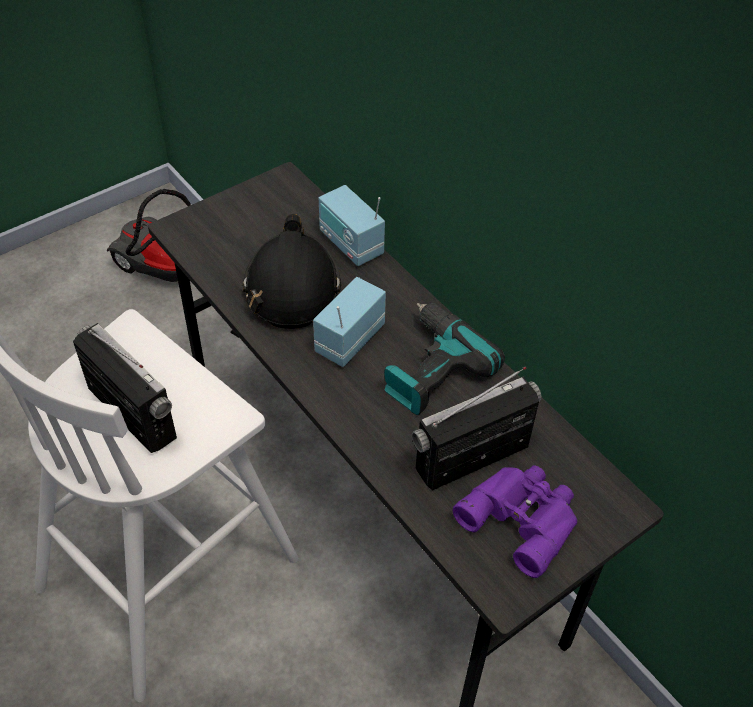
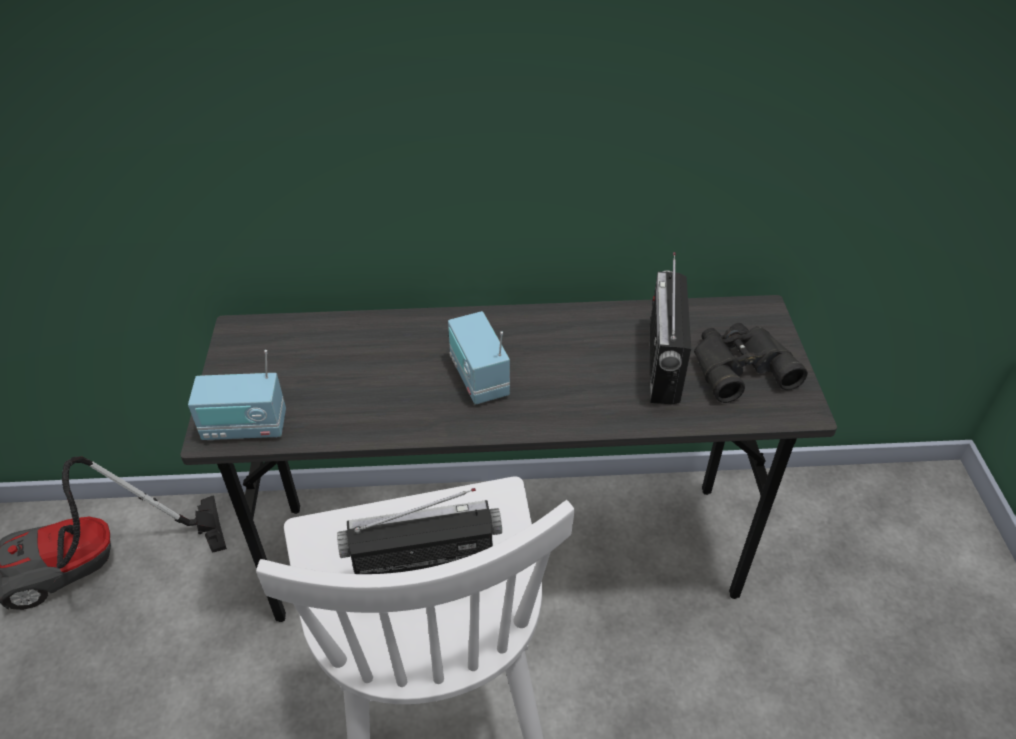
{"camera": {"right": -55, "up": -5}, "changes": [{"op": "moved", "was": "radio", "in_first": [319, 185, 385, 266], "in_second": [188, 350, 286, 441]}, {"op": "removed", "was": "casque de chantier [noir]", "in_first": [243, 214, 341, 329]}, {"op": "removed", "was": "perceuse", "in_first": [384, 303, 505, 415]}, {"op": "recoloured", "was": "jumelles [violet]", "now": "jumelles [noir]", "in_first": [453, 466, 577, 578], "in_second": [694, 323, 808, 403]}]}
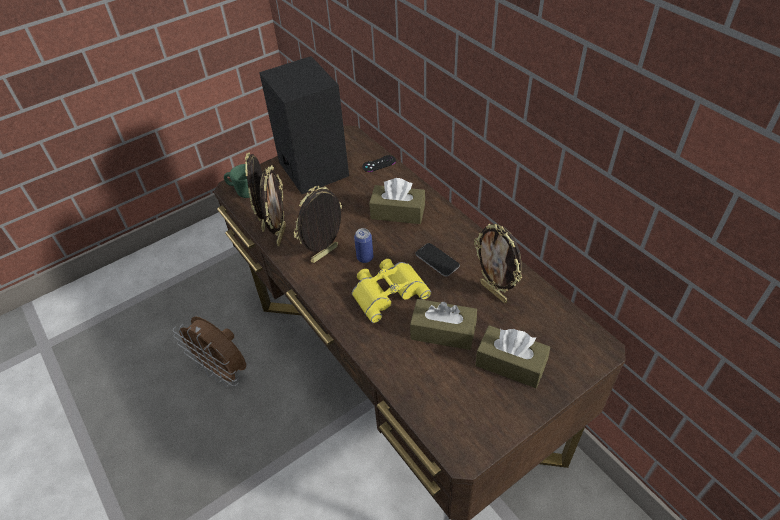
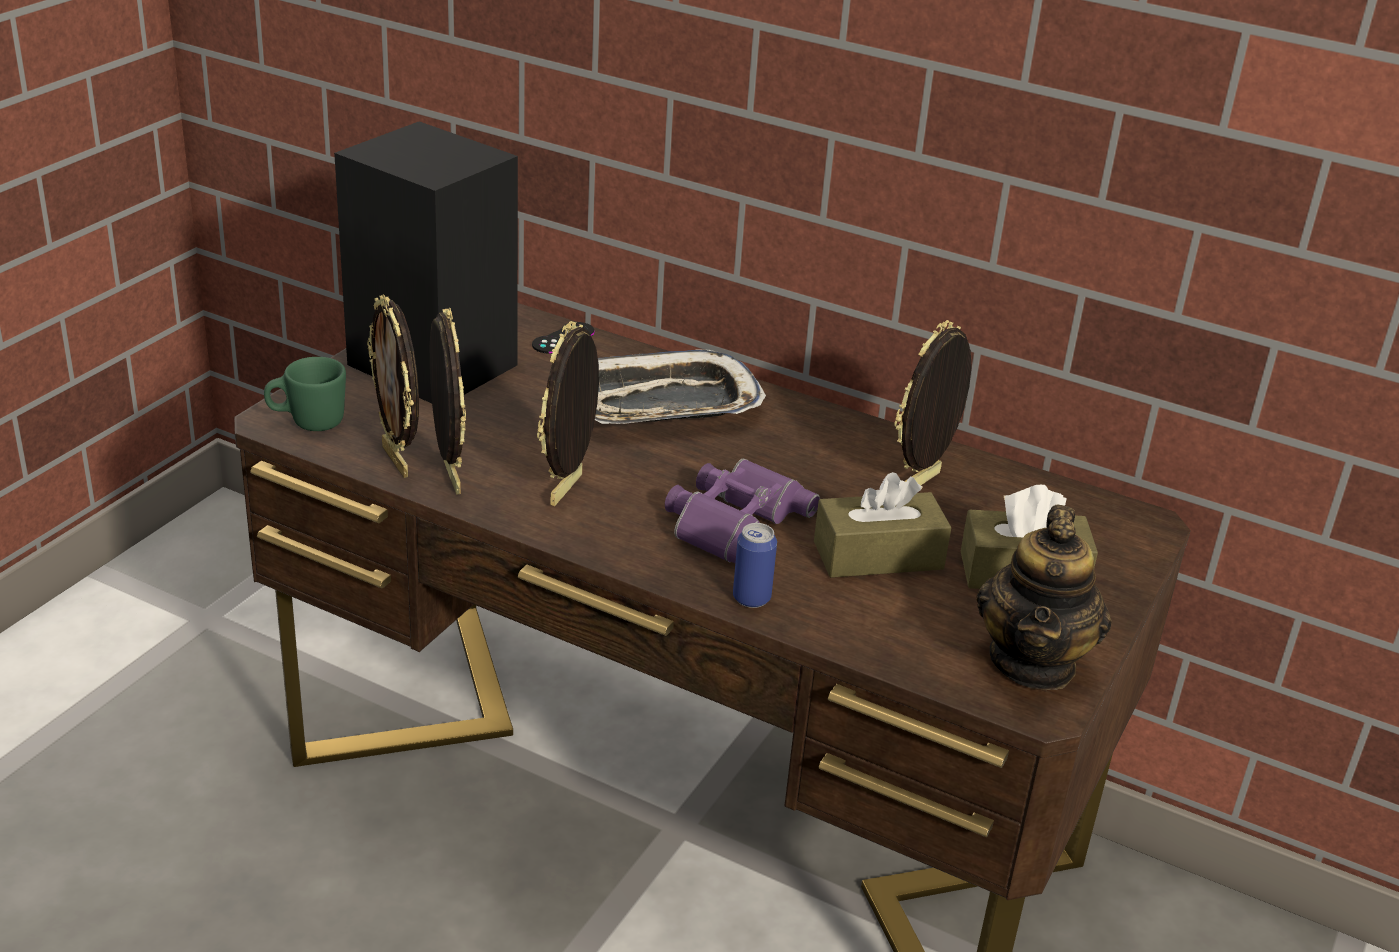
{"camera": {"right": -30, "up": -15}, "changes": [{"op": "replaced", "was": "boîte à mouchoirs [marron]", "now": "plateau", "in_first": [369, 178, 425, 224], "in_second": [595, 350, 766, 424]}, {"op": "turned", "was": "cadre photo", "in_first": [474, 223, 522, 303], "in_second": [894, 320, 972, 485], "clockwise": 105}, {"op": "moved", "was": "boîte métallique", "in_first": [354, 228, 373, 263], "in_second": [733, 523, 777, 608]}, {"op": "removed", "was": "téléphone", "in_first": [415, 243, 460, 276]}, {"op": "recoloured", "was": "jumelles [jaune]", "now": "jumelles [violet]", "in_first": [352, 259, 431, 323], "in_second": [665, 458, 820, 563]}, {"op": "removed", "was": "ventilateur [marron]", "in_first": [173, 316, 246, 387]}, {"op": "added", "now": "théière", "in_second": [976, 505, 1112, 690]}]}
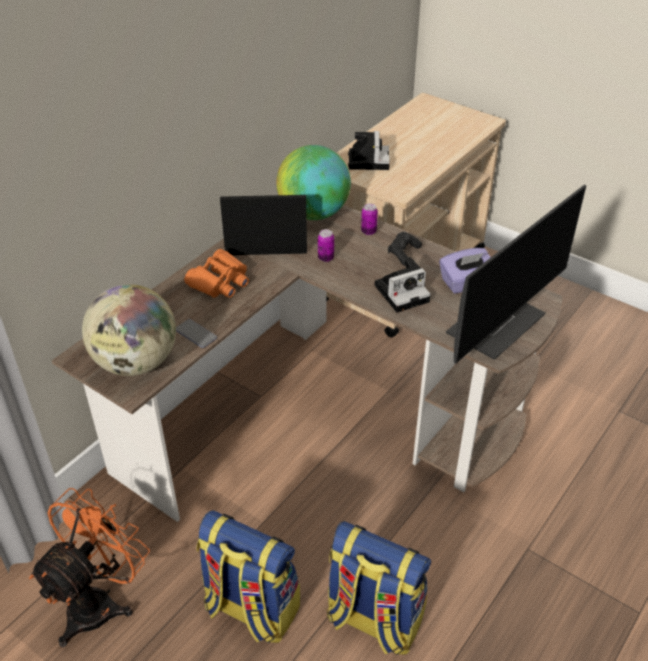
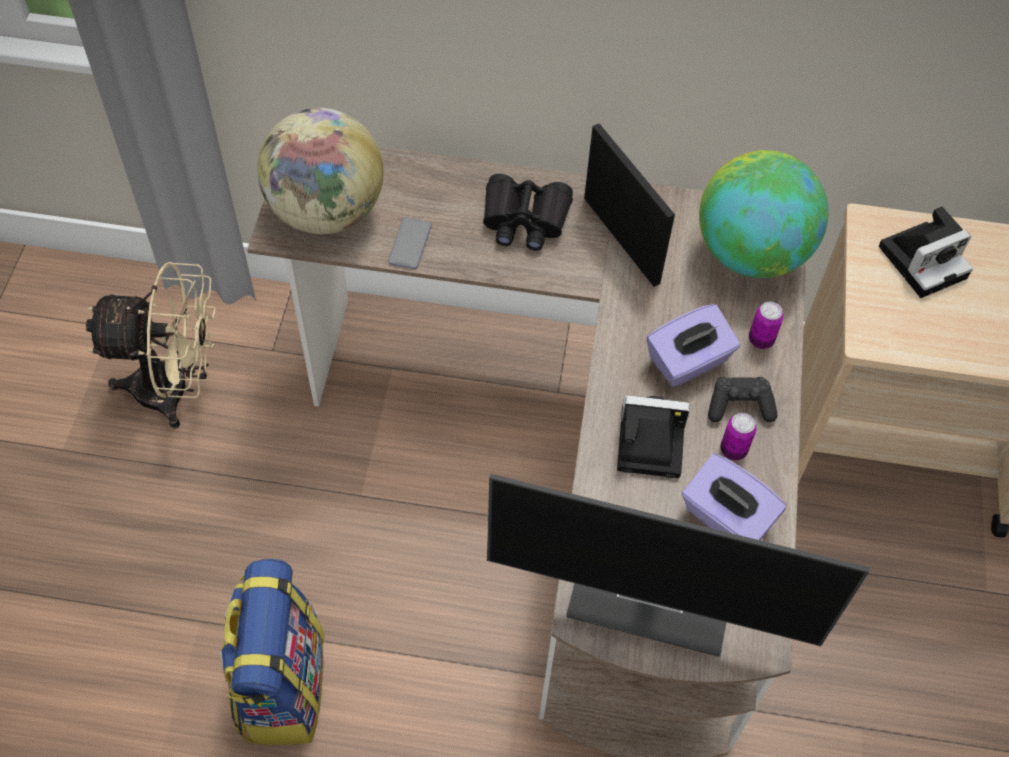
{"camera": {"right": 60, "up": 15}, "changes": [{"op": "moved", "was": "boîte métallique", "in_first": [318, 229, 334, 262], "in_second": [720, 413, 756, 460]}, {"op": "recoloured", "was": "jumelles [orange]", "now": "jumelles [noir]", "in_first": [184, 249, 249, 298], "in_second": [483, 174, 573, 251]}, {"op": "turned", "was": "appareil photo", "in_first": [375, 257, 431, 313], "in_second": [617, 395, 690, 478], "clockwise": 150}, {"op": "recoloured", "was": "ventilateur [orange]", "now": "ventilateur [beige]", "in_first": [29, 488, 150, 647], "in_second": [86, 262, 216, 429]}, {"op": "removed", "was": "sac à dos", "in_first": [196, 510, 300, 643]}, {"op": "added", "now": "boîte à mouchoirs [violet]", "in_second": [647, 304, 740, 387]}]}
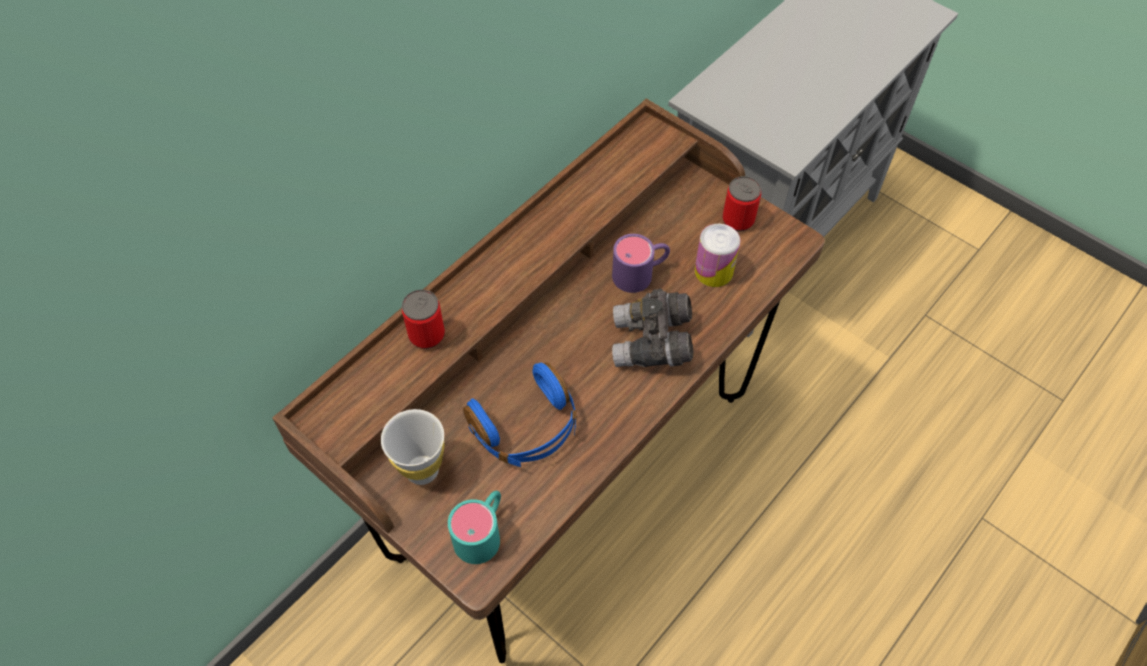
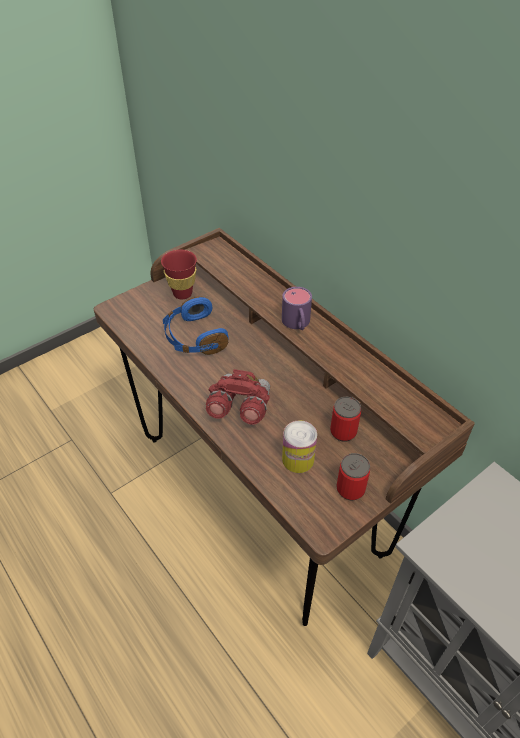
{"camera": {"right": 100, "up": -10}, "changes": [{"op": "moved", "was": "mug [violet]", "in_first": [612, 234, 670, 293], "in_second": [282, 287, 312, 330]}, {"op": "recoloured", "was": "jumelles [gris]", "now": "jumelles [rouge]", "in_first": [612, 289, 694, 367], "in_second": [206, 369, 270, 425]}, {"op": "moved", "was": "boîte métallique", "in_first": [402, 290, 445, 349], "in_second": [330, 397, 361, 442]}, {"op": "recoloured", "was": "tasse [blanc]", "now": "tasse [rouge]", "in_first": [381, 409, 445, 485], "in_second": [161, 250, 197, 299]}, {"op": "removed", "was": "mug [turquoise]", "in_first": [448, 491, 501, 564]}]}
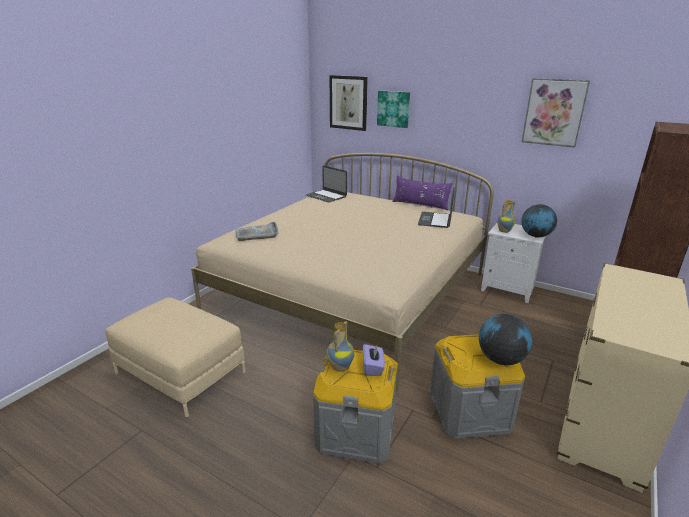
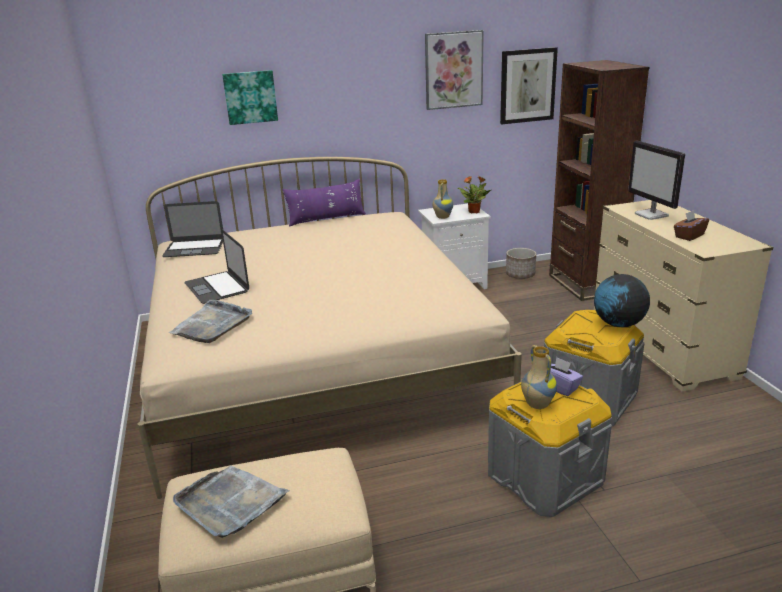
{"camera": {"right": -45, "up": 0}, "changes": [{"op": "moved", "was": "tableau", "in_first": [330, 75, 368, 131], "in_second": [500, 47, 558, 124]}, {"op": "moved", "was": "ordinateur portable", "in_first": [418, 188, 455, 228], "in_second": [184, 230, 249, 304]}, {"op": "replaced", "was": "globe", "now": "plante en pot", "in_first": [521, 204, 557, 238], "in_second": [458, 176, 491, 213]}, {"op": "added", "now": "écran d'ordinateur", "in_second": [628, 140, 685, 220]}, {"op": "added", "now": "boîte à mouchoirs [marron]", "in_second": [674, 210, 709, 241]}, {"op": "added", "now": "cache-pot", "in_second": [506, 248, 536, 279]}, {"op": "added", "now": "plateau [gris]", "in_second": [173, 466, 290, 538]}]}
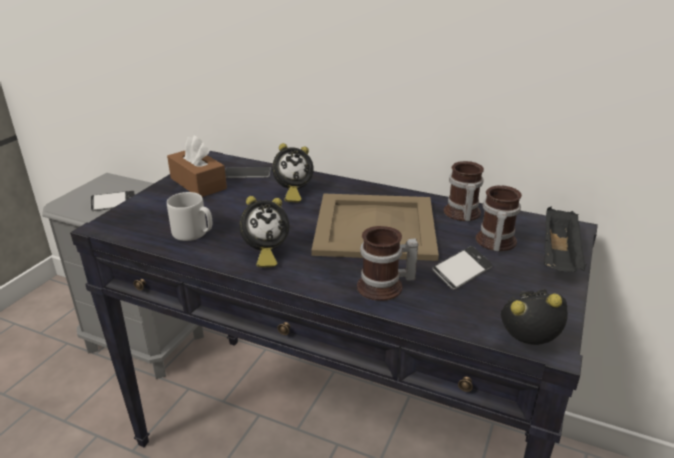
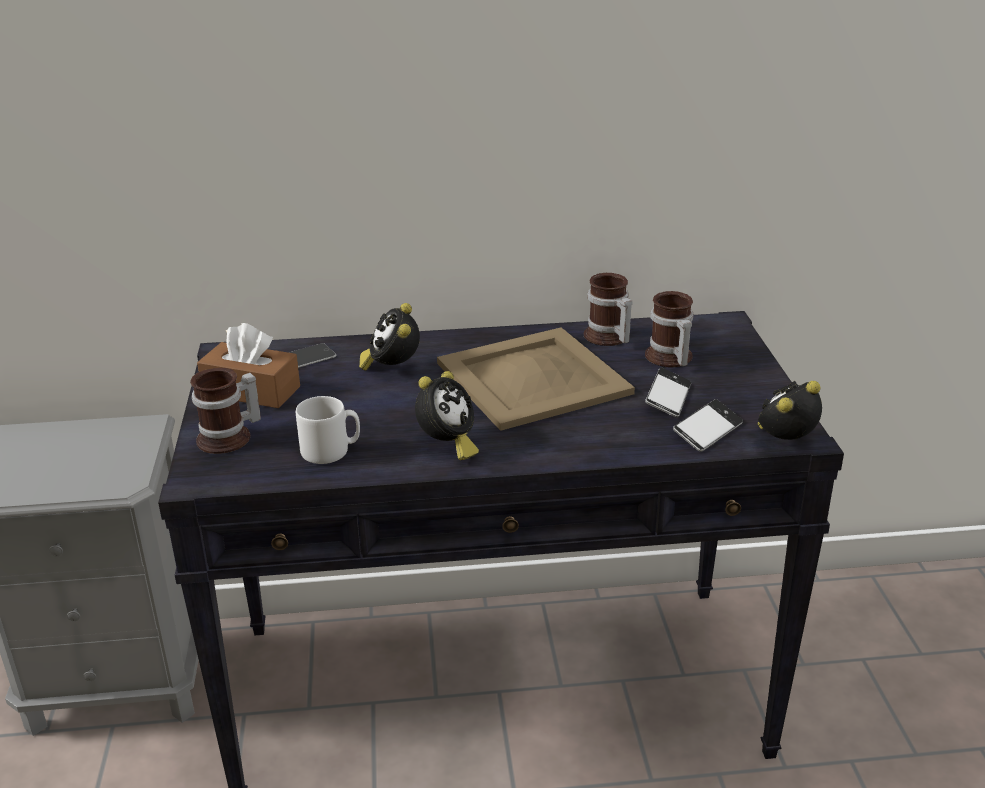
{"camera": {"right": -30, "up": 0}, "changes": [{"op": "turned", "was": "réveil", "in_first": [272, 143, 314, 202], "in_second": [359, 303, 420, 371], "clockwise": 135}, {"op": "moved", "was": "téléphone", "in_first": [91, 191, 135, 211], "in_second": [673, 399, 743, 452]}, {"op": "removed", "was": "plateau [noir]", "in_first": [544, 207, 586, 272]}, {"op": "moved", "was": "mug", "in_first": [357, 226, 418, 301], "in_second": [190, 368, 261, 454]}]}
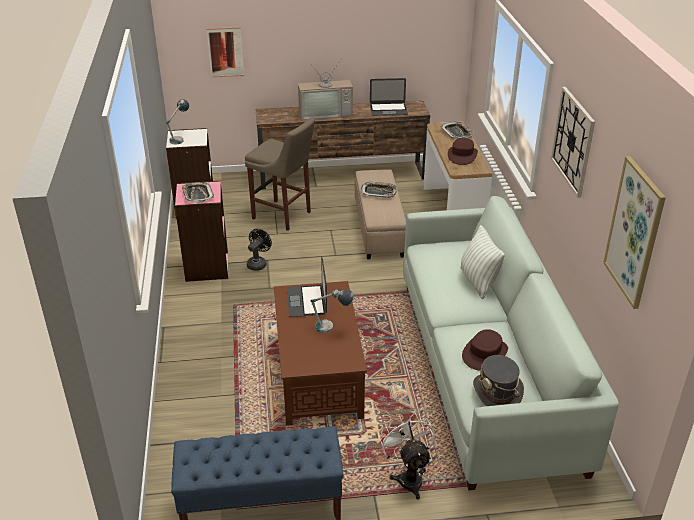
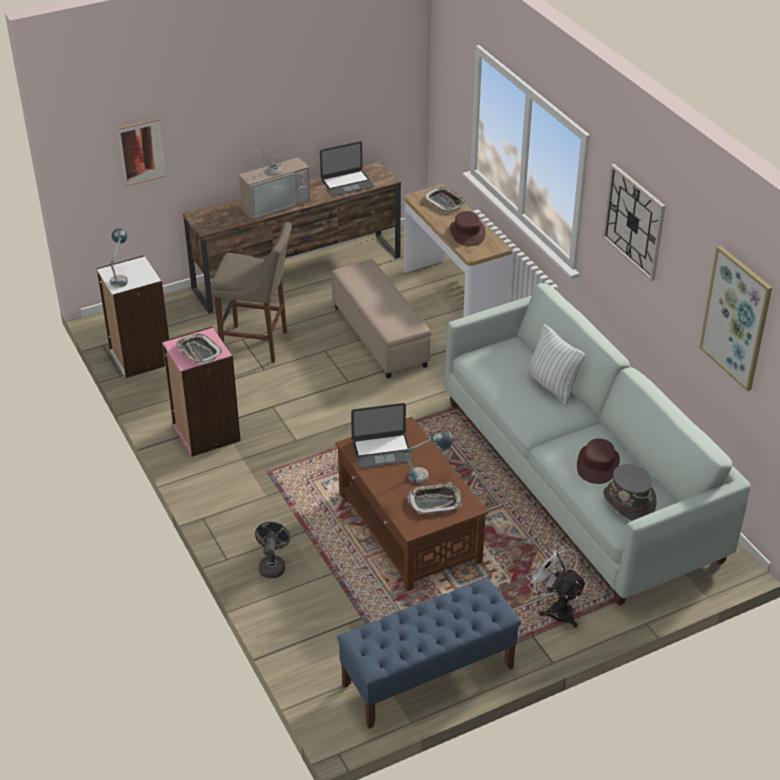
{"camera": {"right": -20, "up": 5}, "changes": [{"op": "moved", "was": "plateau", "in_first": [361, 182, 397, 198], "in_second": [407, 482, 462, 514]}, {"op": "moved", "was": "ventilateur [noir]", "in_first": [247, 229, 272, 271], "in_second": [255, 522, 290, 578]}, {"op": "turned", "was": "ordinateur portable", "in_first": [287, 257, 327, 317], "in_second": [351, 403, 413, 468], "clockwise": -75}]}
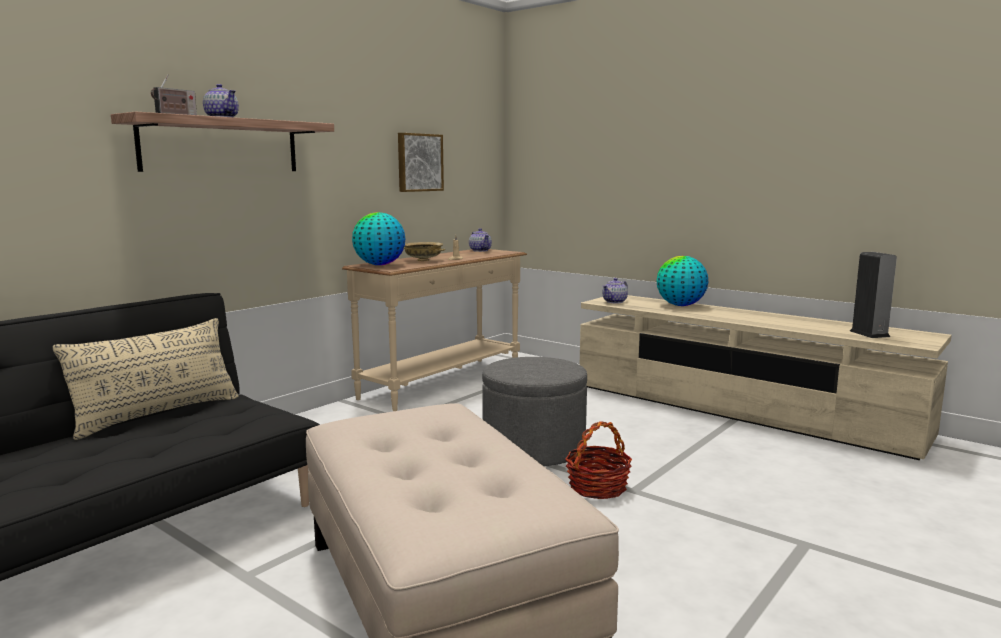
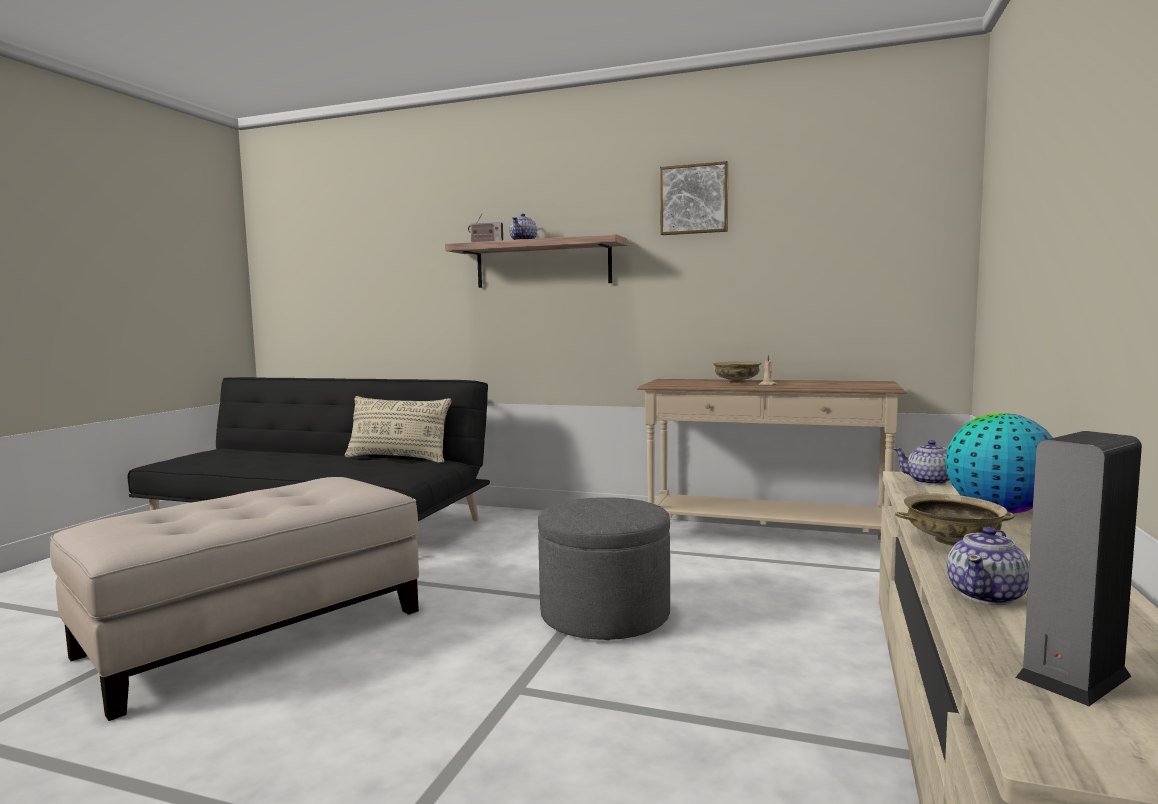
{"camera": {"right": 70, "up": -5}, "changes": [{"op": "moved", "was": "tableau", "in_first": [398, 133, 444, 192], "in_second": [660, 161, 728, 235]}, {"op": "removed", "was": "globe", "in_first": [352, 212, 405, 265]}, {"op": "moved", "was": "théière", "in_first": [469, 228, 492, 252], "in_second": [947, 526, 1029, 605]}, {"op": "removed", "was": "panier", "in_first": [565, 421, 632, 499]}, {"op": "added", "now": "bol [beige]", "in_second": [895, 494, 1014, 546]}]}
